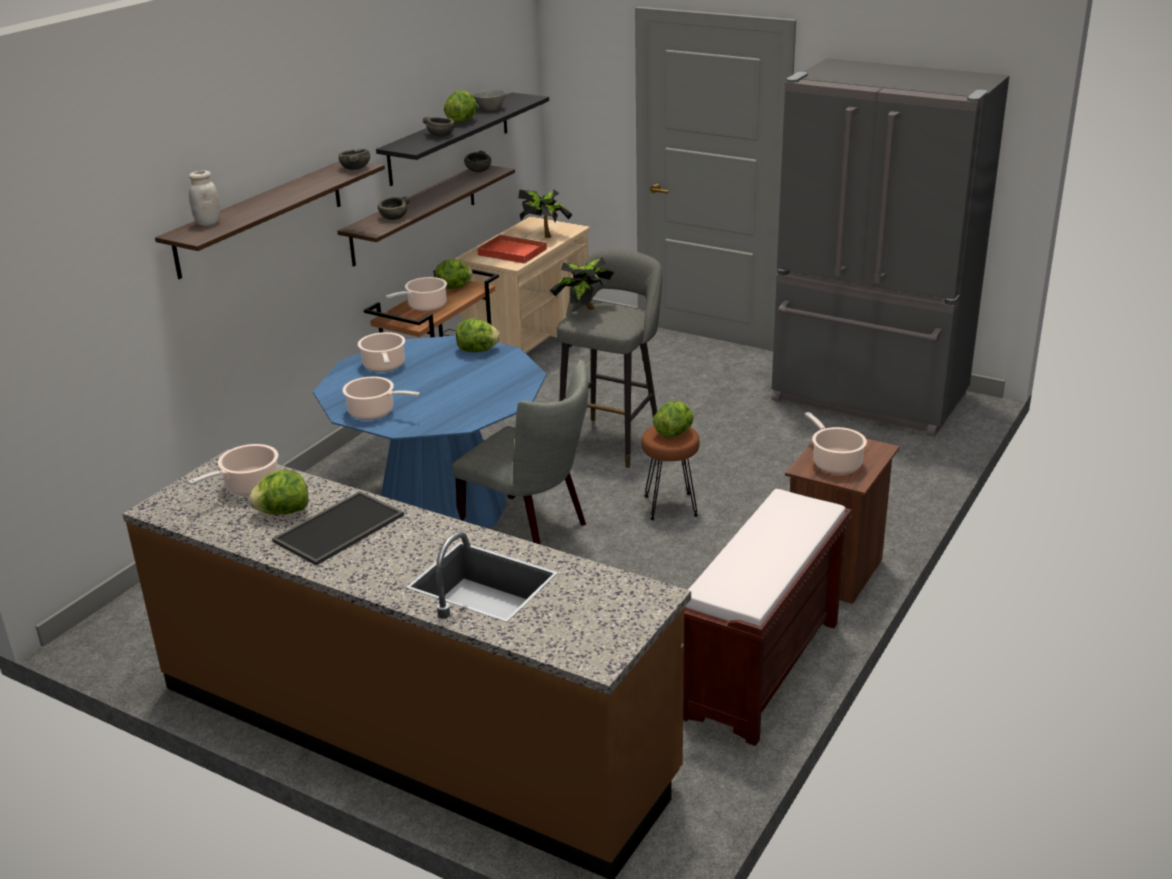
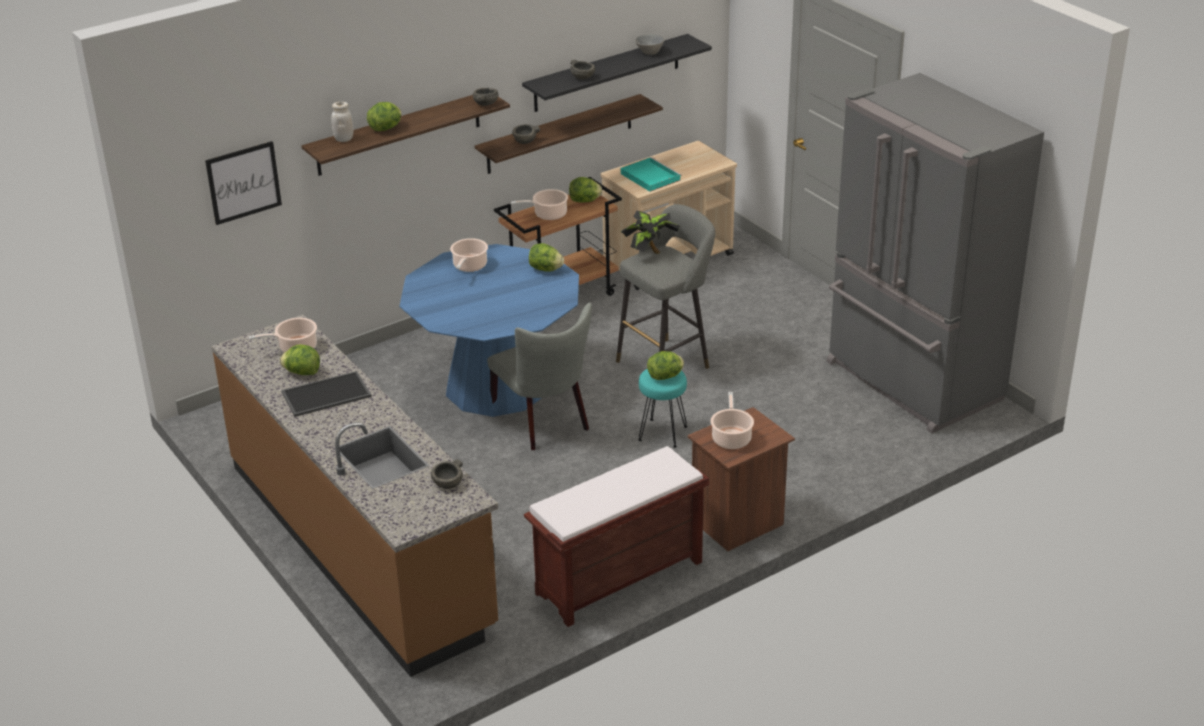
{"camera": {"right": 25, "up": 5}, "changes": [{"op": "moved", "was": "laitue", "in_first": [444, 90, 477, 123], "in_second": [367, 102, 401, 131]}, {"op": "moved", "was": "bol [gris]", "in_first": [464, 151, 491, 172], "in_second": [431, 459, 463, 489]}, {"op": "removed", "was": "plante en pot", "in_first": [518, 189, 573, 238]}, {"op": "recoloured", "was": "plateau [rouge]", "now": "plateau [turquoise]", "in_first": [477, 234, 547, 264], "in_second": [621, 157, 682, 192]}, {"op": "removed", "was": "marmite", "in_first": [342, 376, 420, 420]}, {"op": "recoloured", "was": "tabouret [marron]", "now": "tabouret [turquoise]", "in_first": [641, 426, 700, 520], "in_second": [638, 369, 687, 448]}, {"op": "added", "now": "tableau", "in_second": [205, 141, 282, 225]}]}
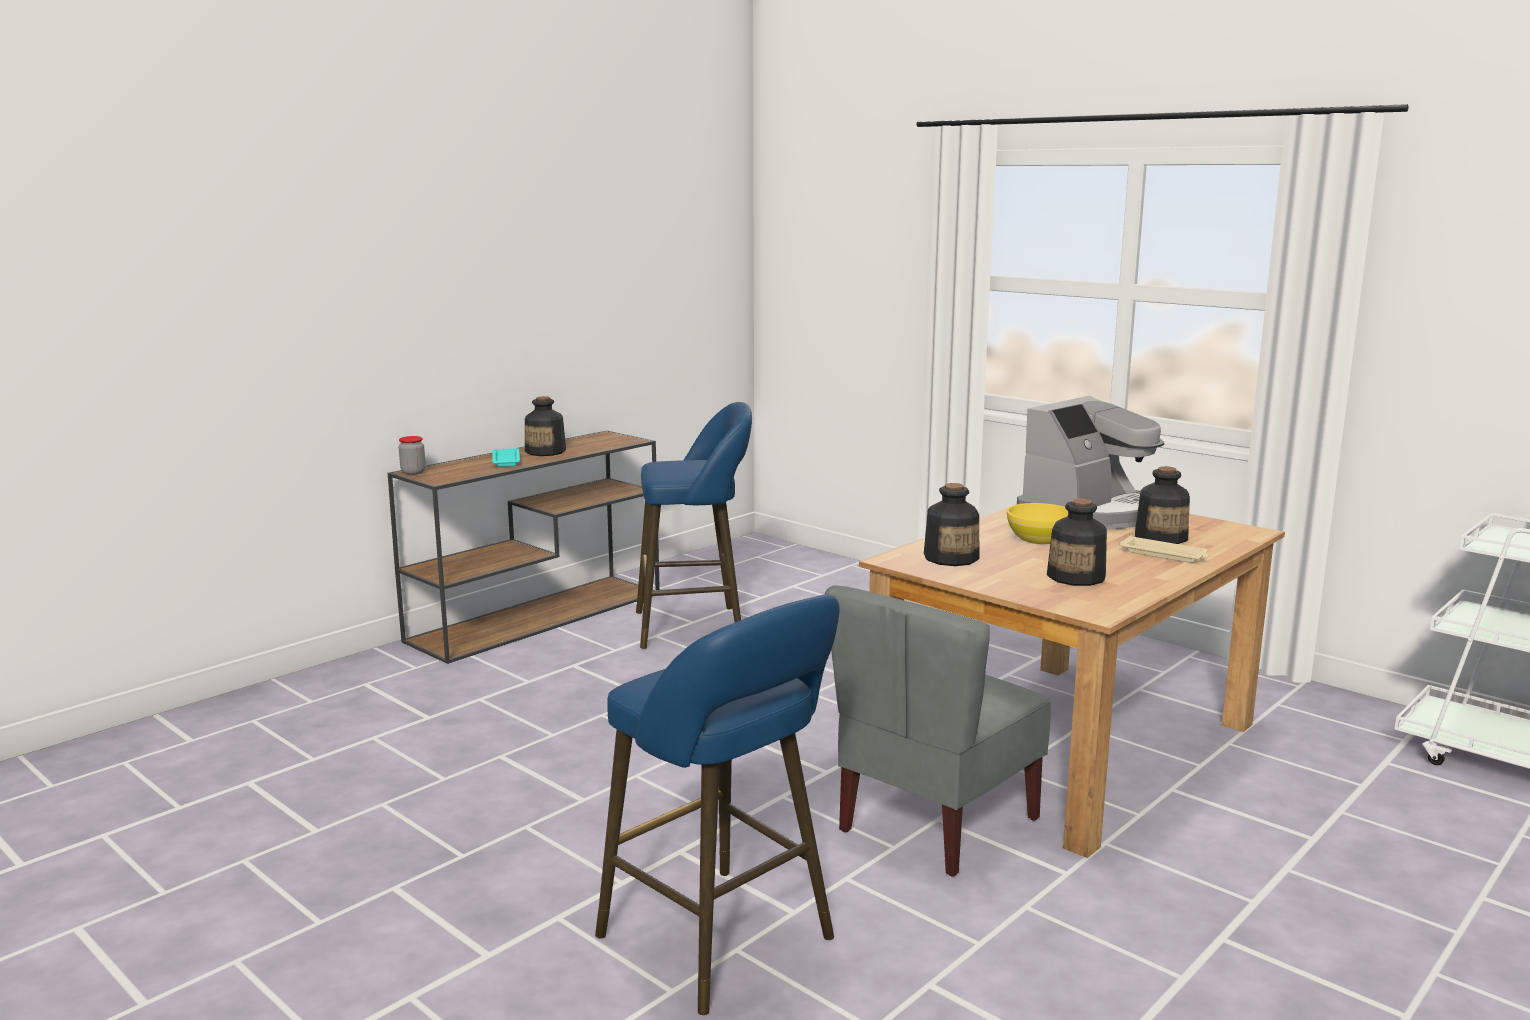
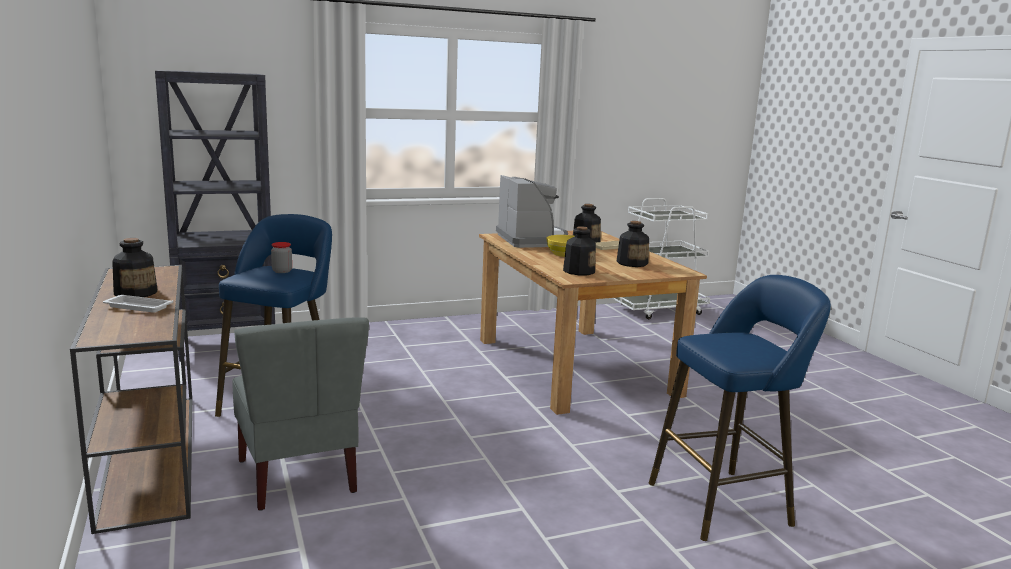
{"camera": {"right": -65, "up": 0}, "changes": [{"op": "moved", "was": "bocal", "in_first": [399, 436, 426, 475], "in_second": [271, 242, 292, 273]}, {"op": "recoloured", "was": "plateau [turquoise]", "now": "plateau [blanc]", "in_first": [492, 448, 520, 467], "in_second": [103, 295, 173, 313]}, {"op": "moved", "was": "chaise [gris]", "in_first": [825, 585, 1051, 876], "in_second": [232, 317, 369, 511]}, {"op": "added", "now": "bibliothèque [noir]", "in_second": [155, 70, 275, 362]}]}
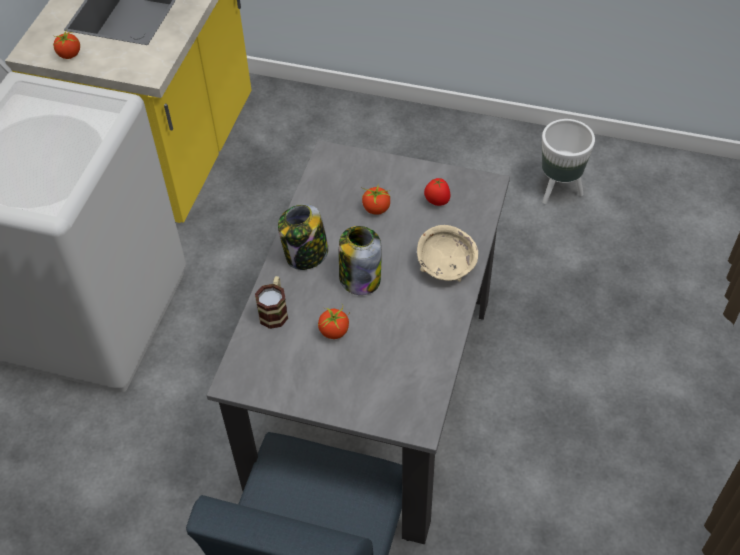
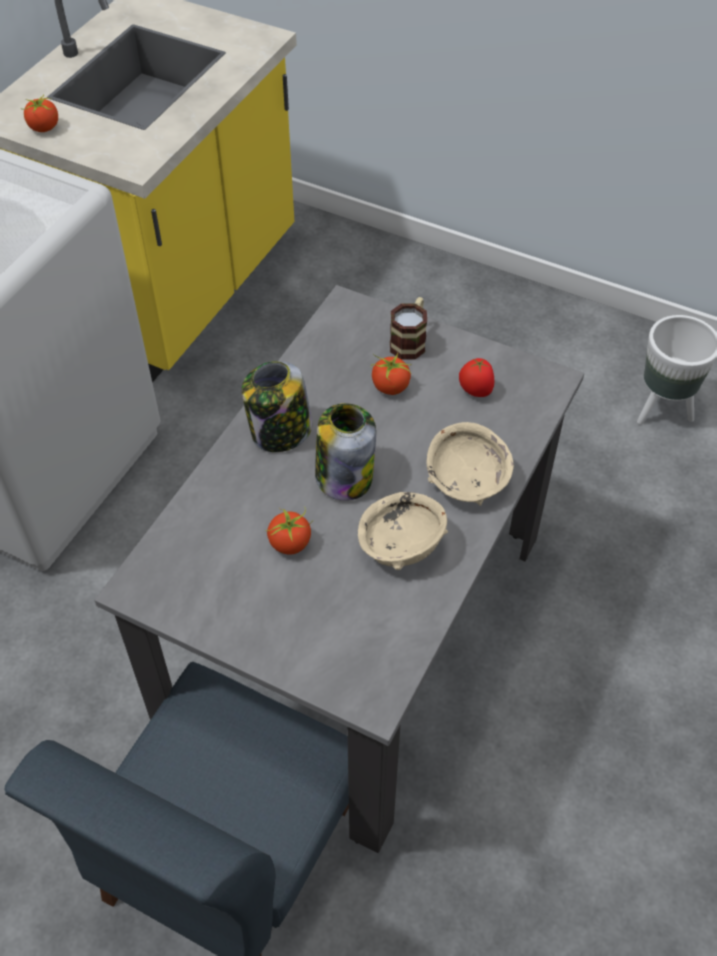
{"camera": {"right": 10, "up": 0}, "changes": [{"op": "moved", "was": "mug", "in_first": [255, 276, 288, 329], "in_second": [390, 297, 427, 360]}, {"op": "added", "now": "bol [beige]", "in_second": [358, 492, 448, 570]}]}
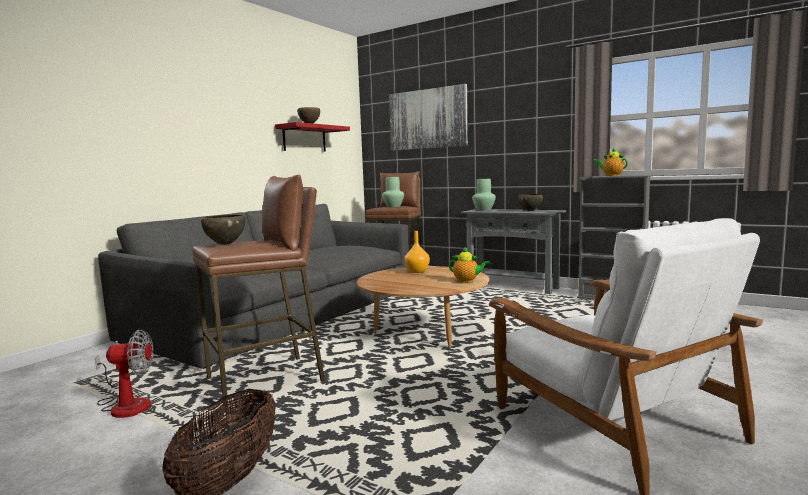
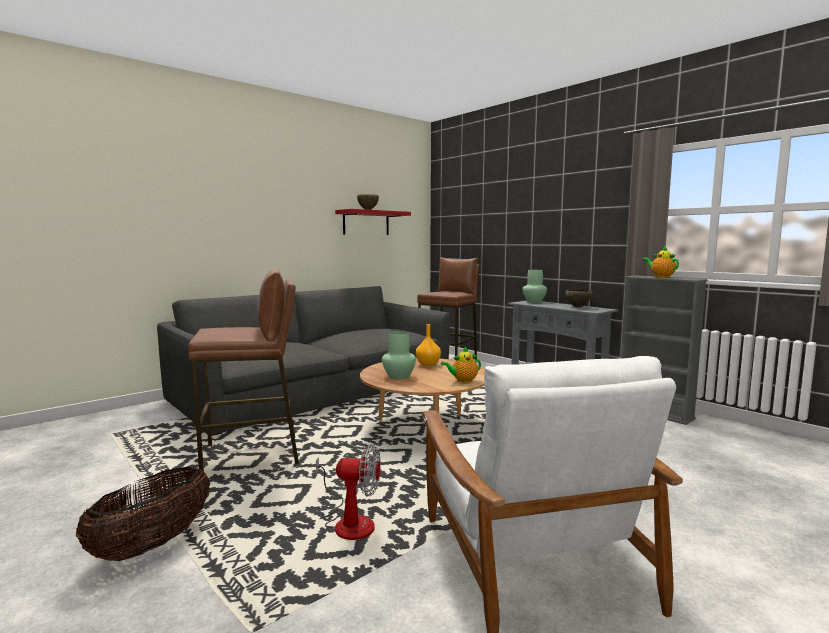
{"camera": {"right": 15, "up": 0}, "changes": [{"op": "removed", "was": "tableau", "in_first": [389, 84, 468, 151]}, {"op": "moved", "was": "vase [vert]", "in_first": [382, 177, 404, 207], "in_second": [382, 331, 416, 380]}, {"op": "removed", "was": "bol [marron]", "in_first": [201, 215, 245, 245]}, {"op": "turned", "was": "théière", "in_first": [449, 247, 491, 282], "in_second": [441, 347, 481, 383], "clockwise": 120}, {"op": "moved", "was": "ventilateur", "in_first": [95, 330, 153, 418], "in_second": [316, 444, 381, 540]}]}
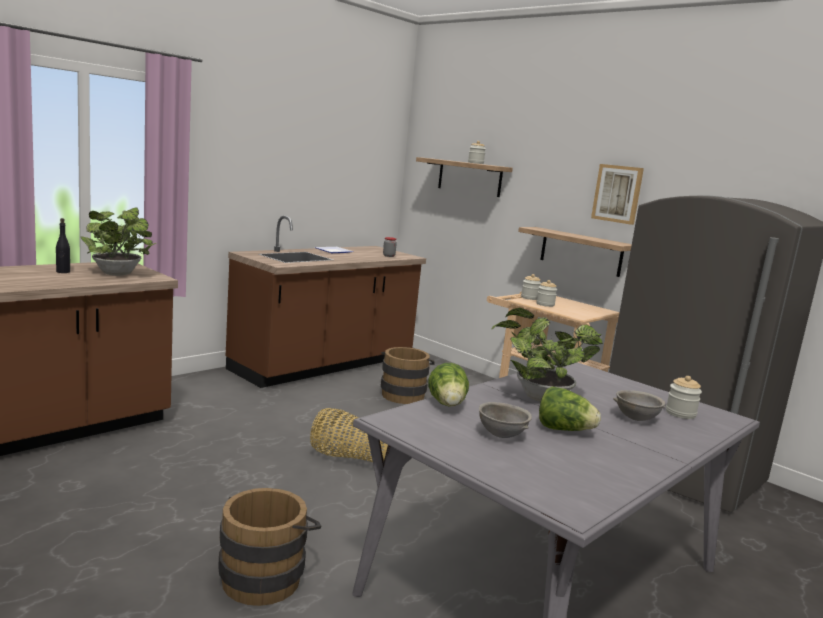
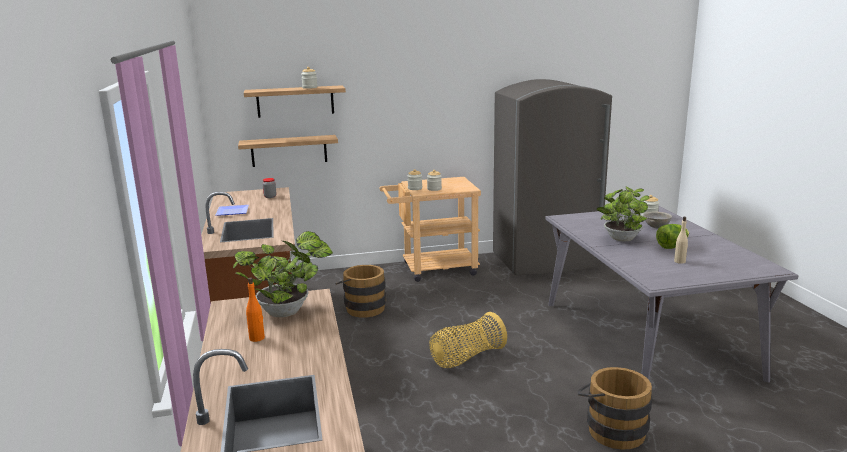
{"camera": {"right": -55, "up": 5}, "changes": [{"op": "removed", "was": "tableau", "in_first": [591, 164, 644, 225]}, {"op": "recoloured", "was": "bouteille [noir]", "now": "bouteille [orange]", "in_first": [56, 218, 70, 273], "in_second": [246, 278, 265, 342]}, {"op": "moved", "was": "étagère", "in_first": [518, 227, 632, 277], "in_second": [238, 135, 338, 167]}, {"op": "removed", "was": "laitue", "in_first": [428, 363, 469, 407]}, {"op": "replaced", "was": "bol [gris]", "now": "bouteille [beige]", "in_first": [479, 402, 532, 438], "in_second": [674, 217, 688, 264]}]}
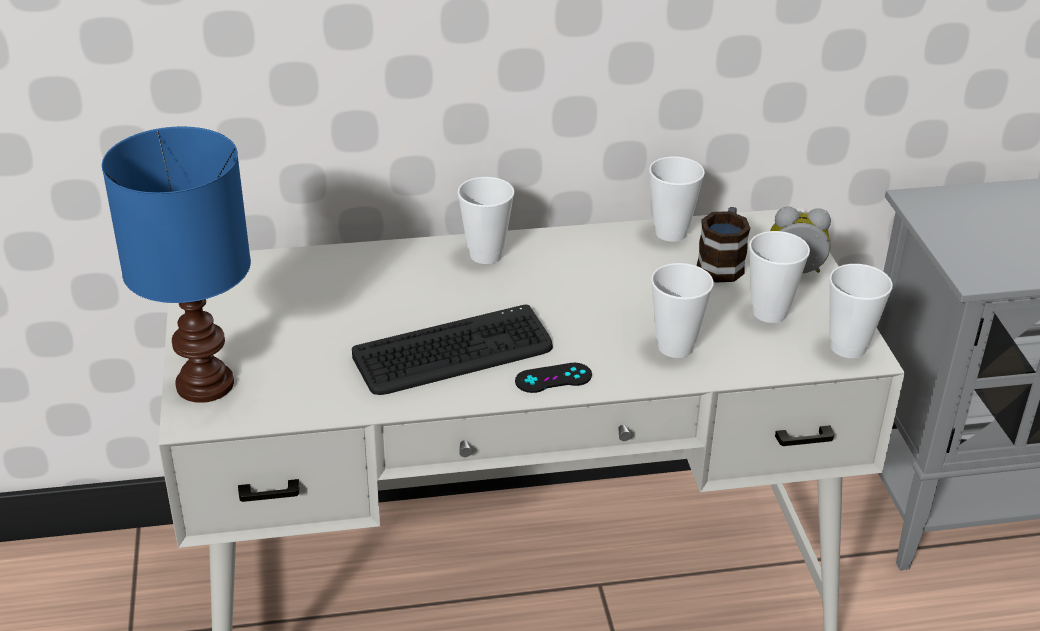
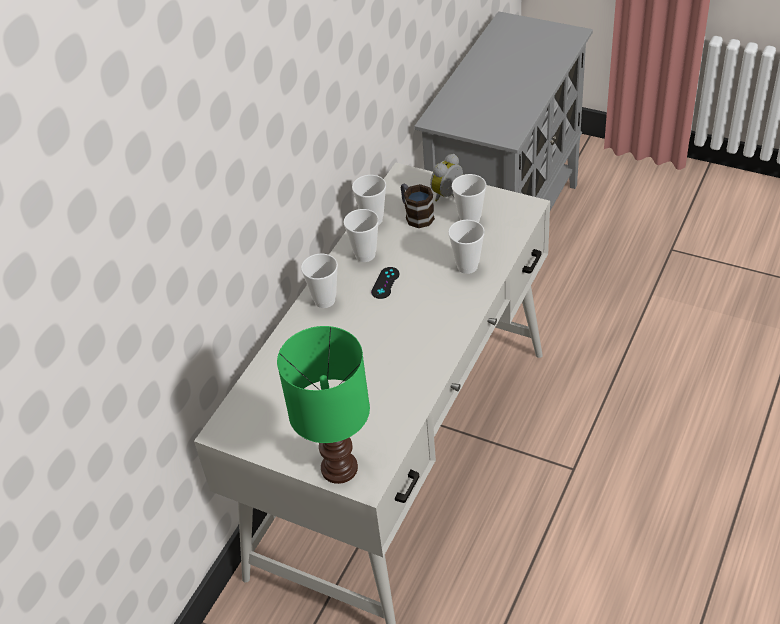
{"camera": {"right": -50, "up": 10}, "changes": [{"op": "recoloured", "was": "lampe de table [bleu]", "now": "lampe de table [vert]", "in_first": [102, 127, 251, 403], "in_second": [277, 326, 370, 484]}, {"op": "moved", "was": "tasse", "in_first": [829, 264, 893, 358], "in_second": [343, 209, 379, 262]}, {"op": "removed", "was": "clavier", "in_first": [352, 305, 553, 395]}, {"op": "moved", "was": "manette [noir]", "in_first": [515, 363, 592, 393], "in_second": [371, 267, 399, 299]}]}
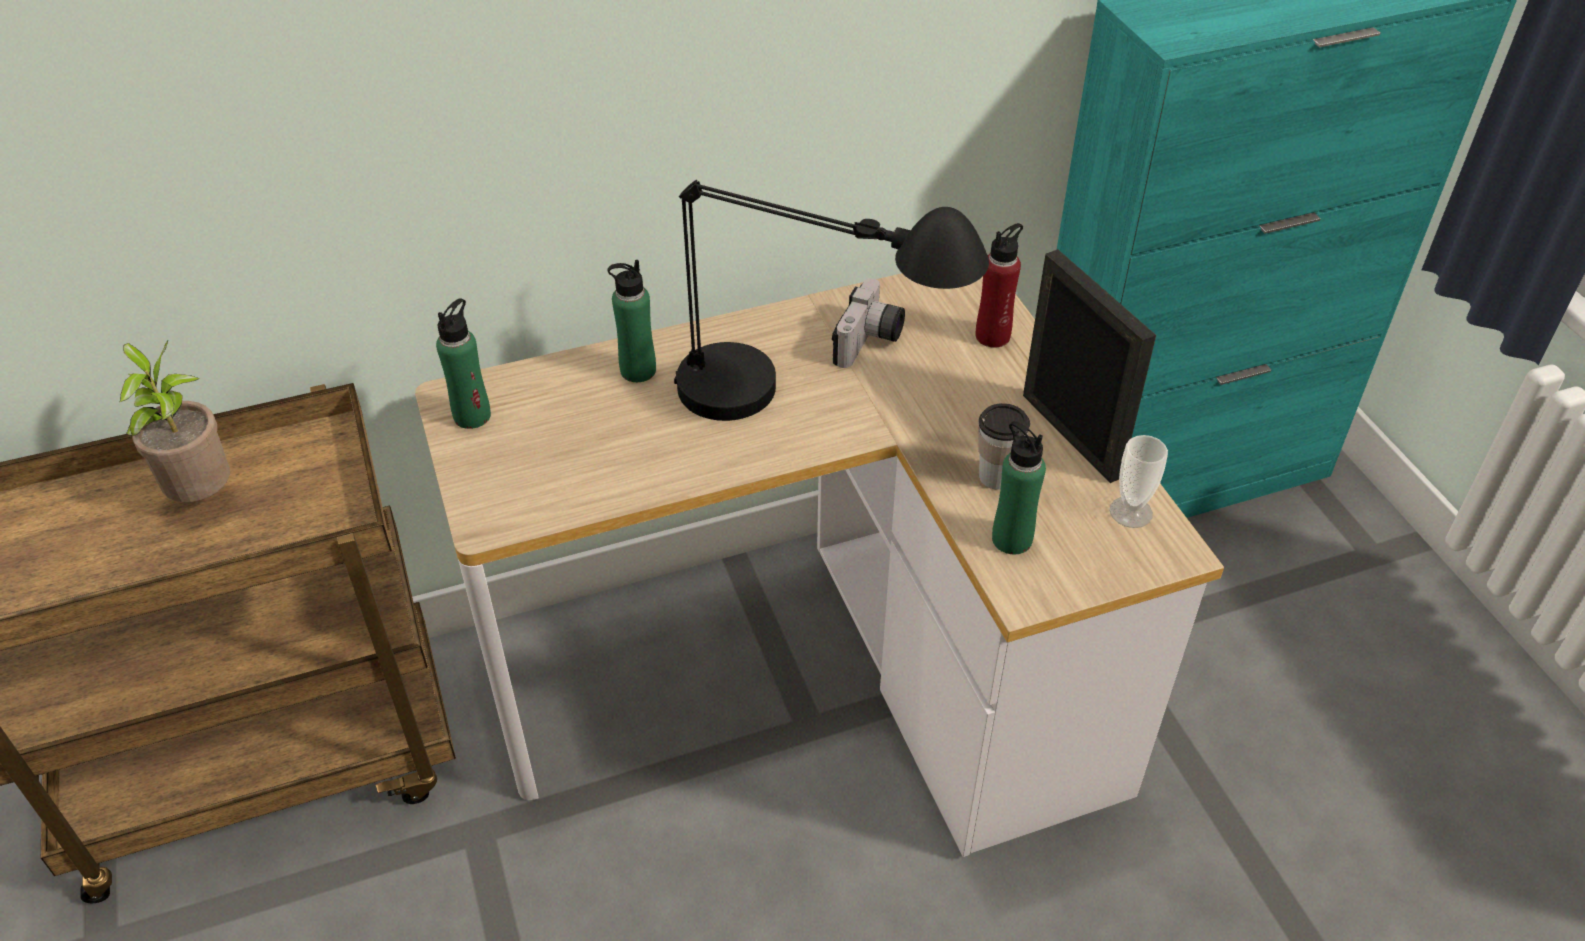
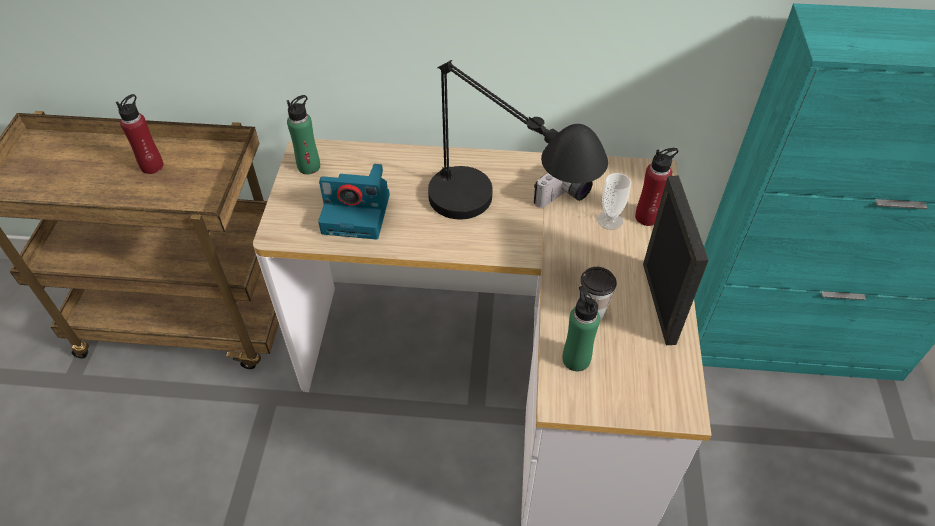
{"camera": {"right": 25, "up": 5}, "changes": [{"op": "removed", "was": "bouteille [vert]", "in_first": [607, 260, 656, 382]}, {"op": "replaced", "was": "plante en pot", "now": "bouteille [rouge]", "in_first": [120, 341, 230, 502], "in_second": [116, 94, 164, 174]}, {"op": "moved", "was": "tasse", "in_first": [1110, 435, 1168, 528], "in_second": [597, 173, 631, 230]}, {"op": "added", "now": "appareil photo", "in_second": [318, 164, 390, 240]}]}
